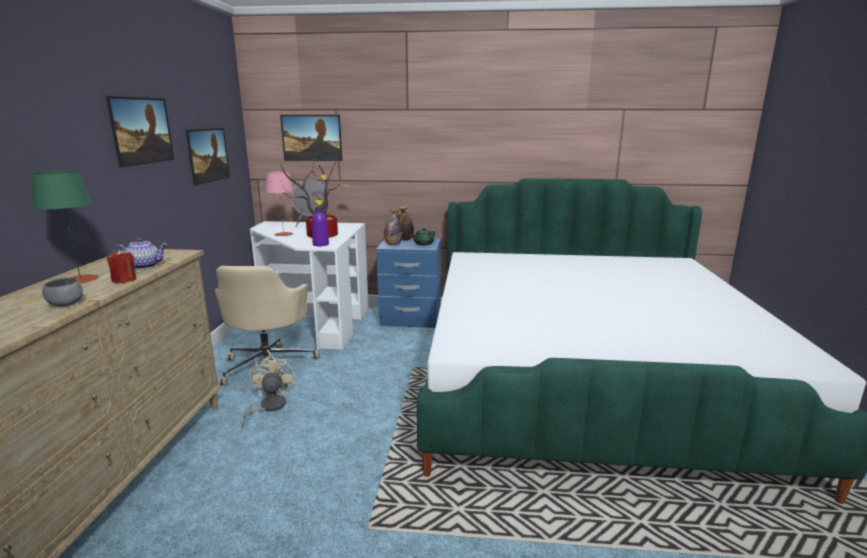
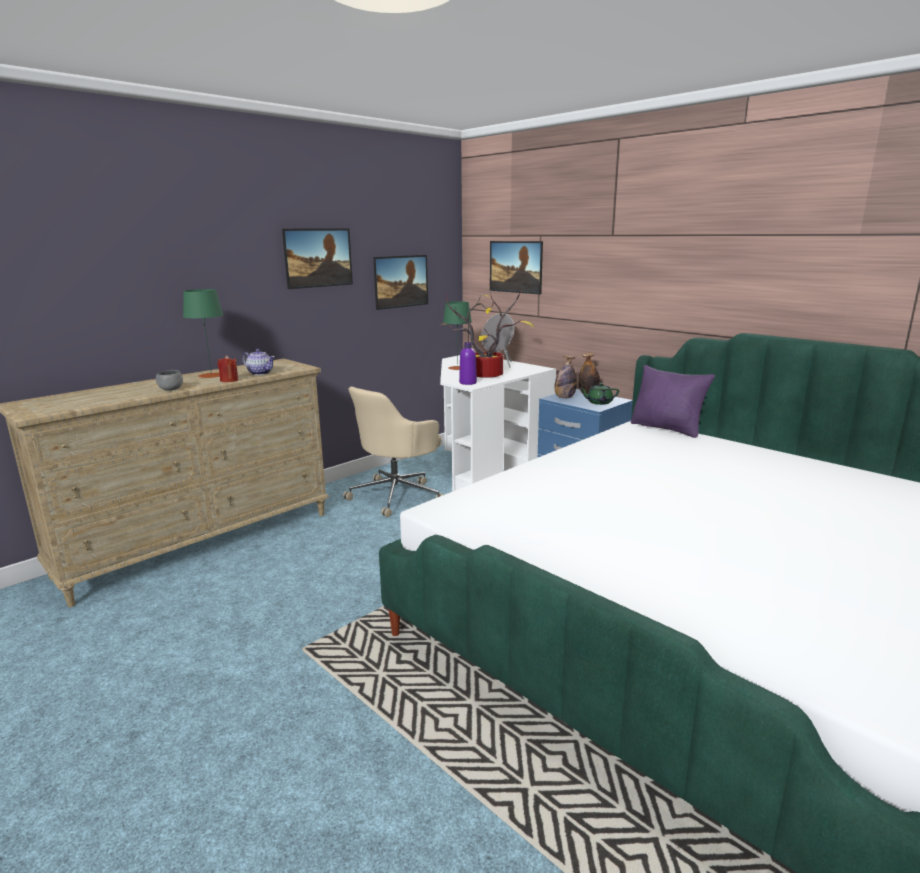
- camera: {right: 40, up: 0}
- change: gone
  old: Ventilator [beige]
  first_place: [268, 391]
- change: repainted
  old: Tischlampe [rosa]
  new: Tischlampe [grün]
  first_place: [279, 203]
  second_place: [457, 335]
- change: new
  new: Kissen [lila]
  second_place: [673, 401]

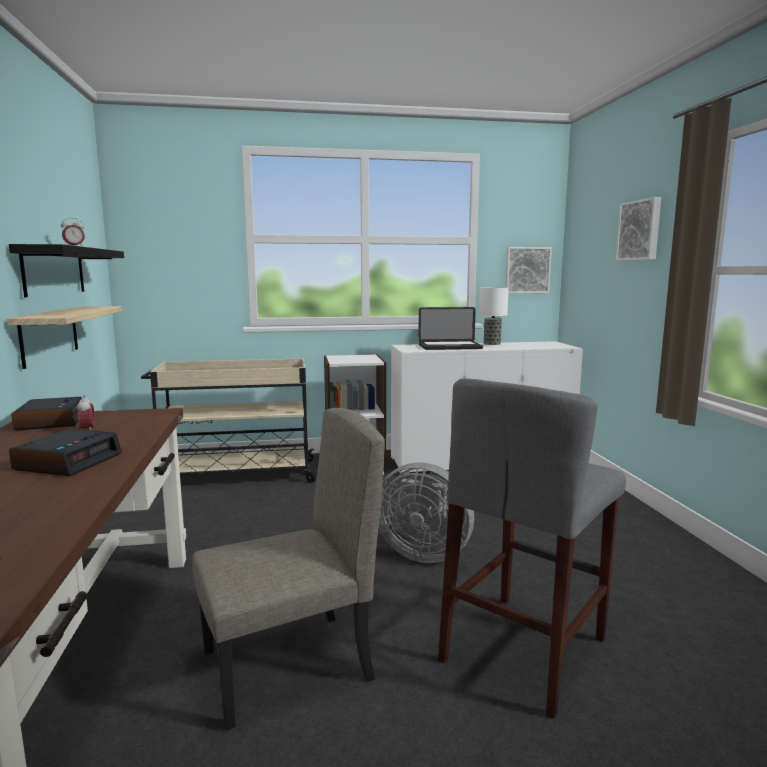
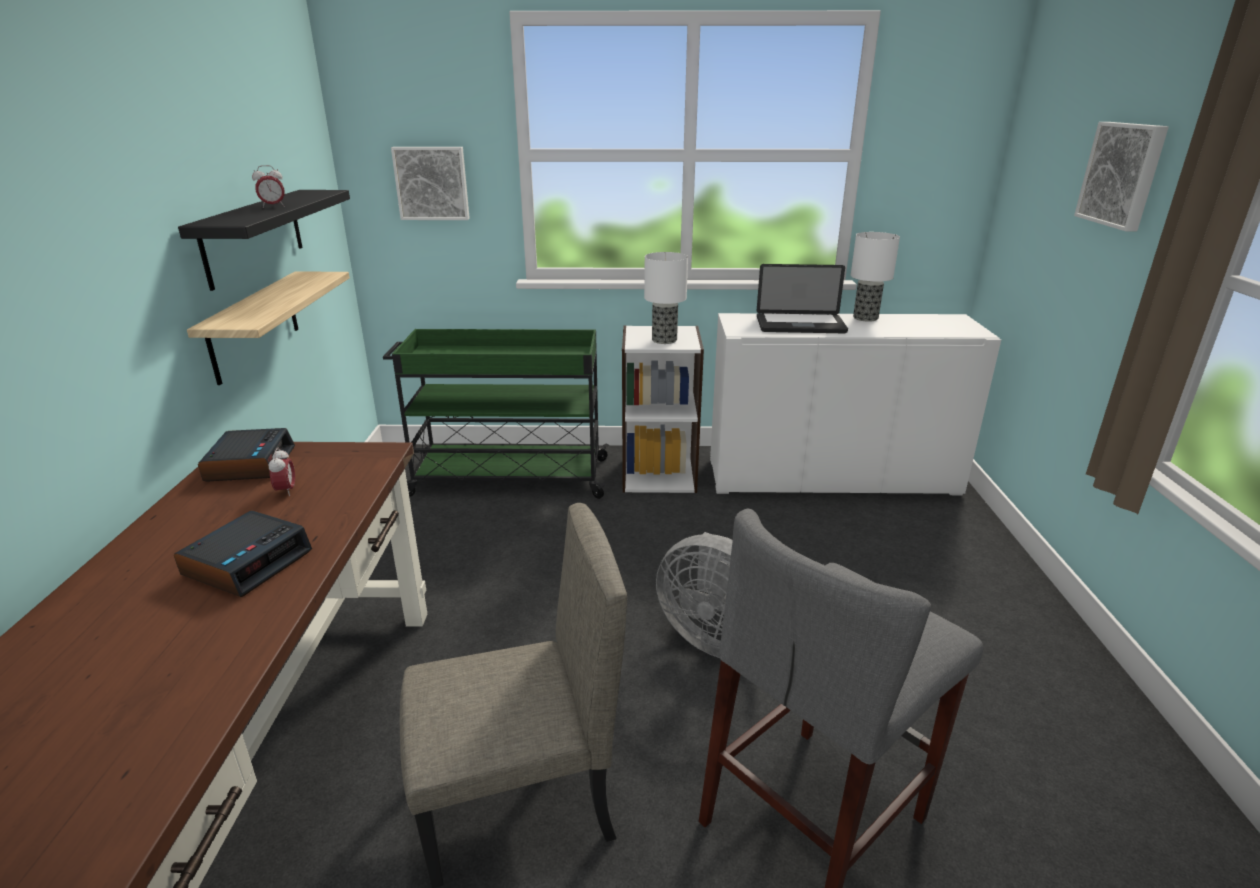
- camera: {right: 10, up: 15}
- change: repainted
  old: Rollwagen [beige]
  new: Rollwagen [grün]
  first_place: [229, 423]
  second_place: [496, 414]
- change: shifted
  old: Bild
  first_place: [528, 270]
  second_place: [430, 183]
- change: new
  new: Tischlampe
  second_place: [666, 298]

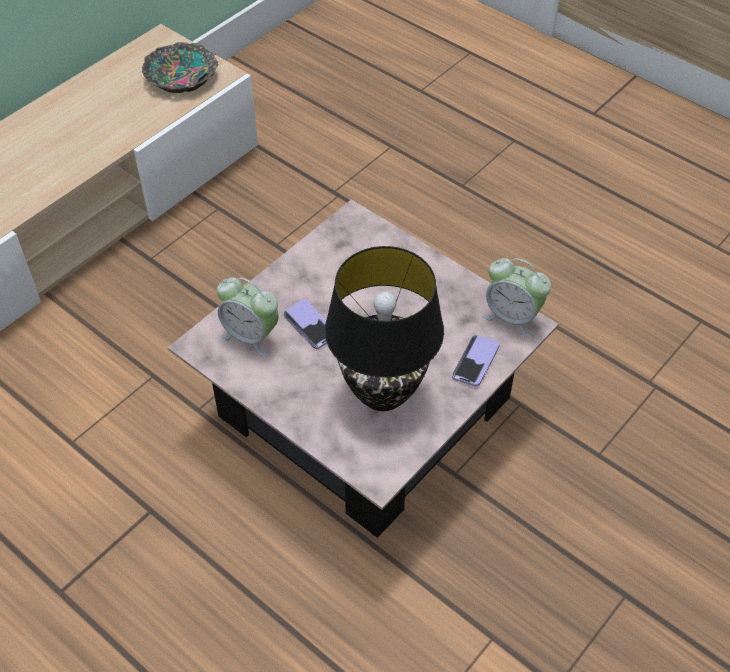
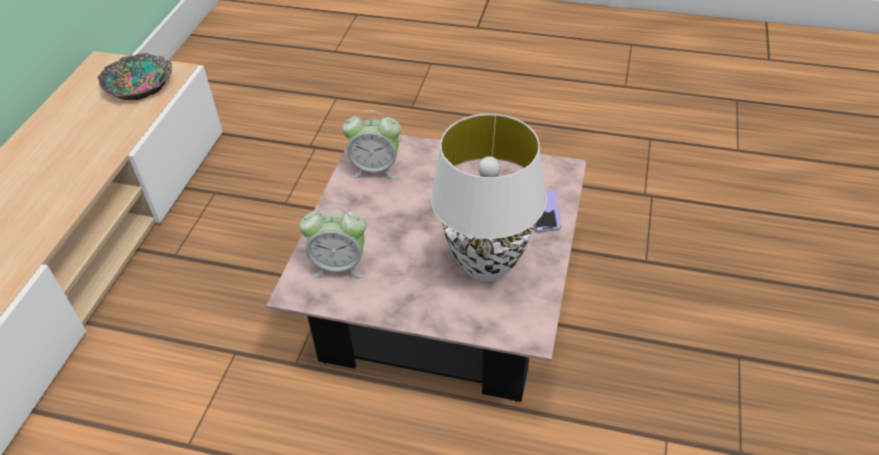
- camera: {right: -25, up: -5}
- change: gone
  old: Handy
  first_place: [305, 324]
- change: repainted
  old: Tischlampe [schwarz]
  new: Tischlampe [weiß]
  first_place: [384, 328]
  second_place: [489, 198]
- change: shifted
  old: Wecker
  first_place: [516, 298]
  second_place: [371, 144]

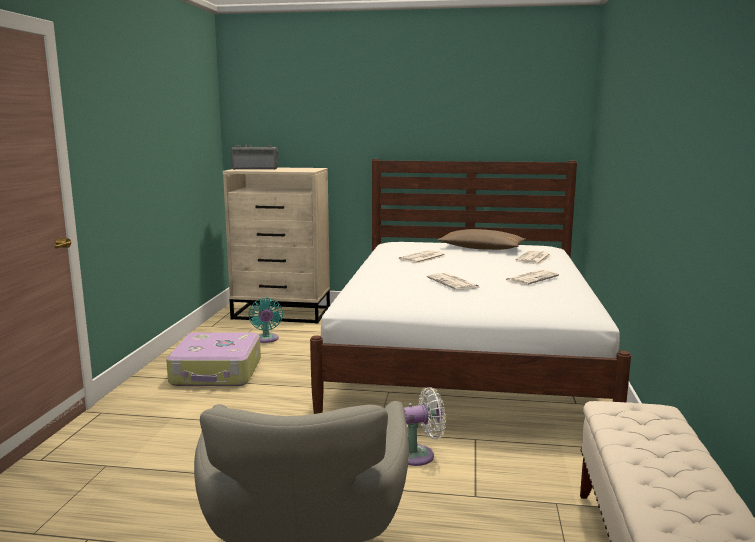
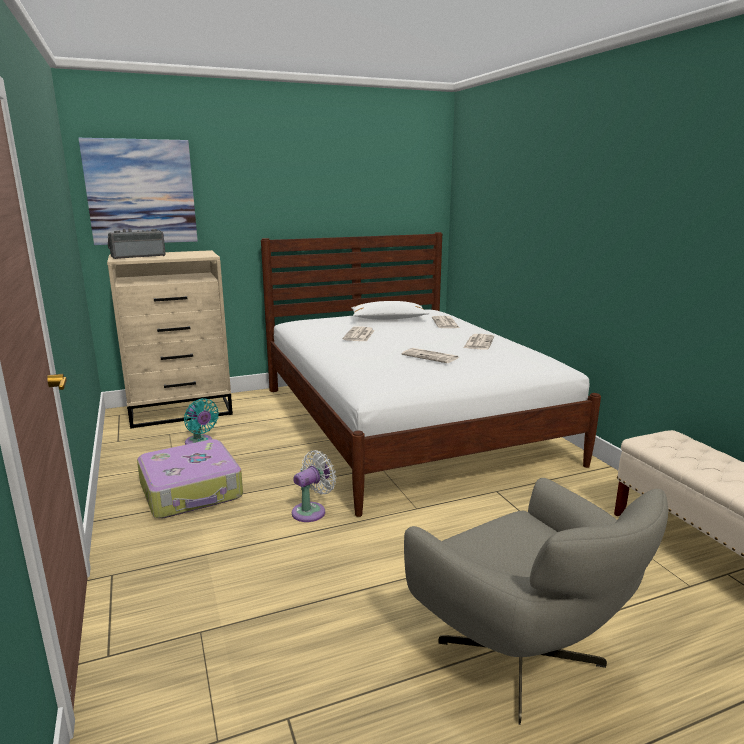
- camera: {right: -30, up: 5}
- change: shifted
  old: Ventilator [weiß]
  first_place: [425, 426]
  second_place: [314, 486]
- change: repainted
  old: Kissen [braun]
  new: Kissen [weiß]
  first_place: [481, 239]
  second_place: [390, 310]
- change: new
  new: Bild
  second_place: [138, 191]

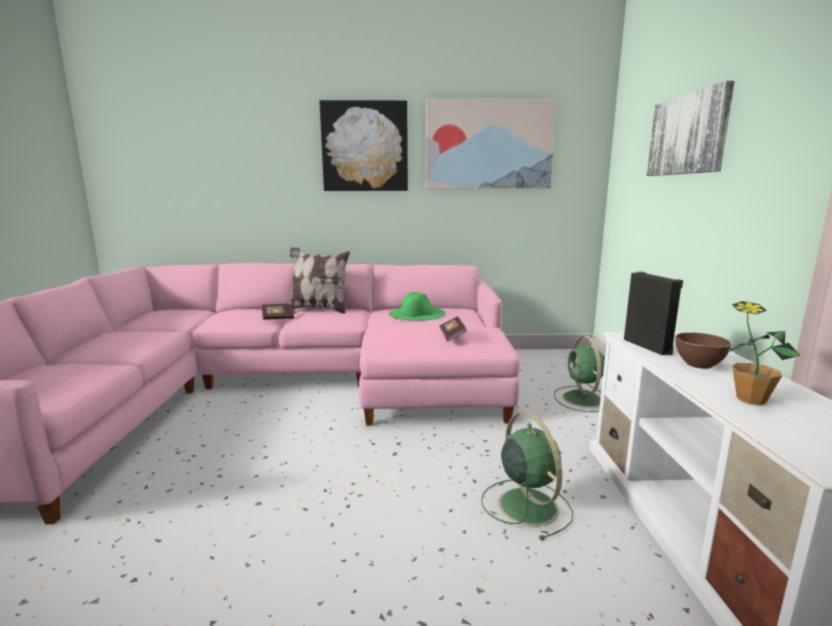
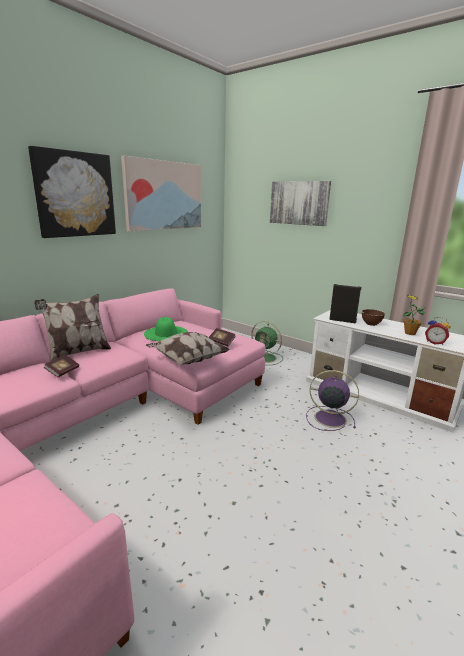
- camera: {right: -50, up: 5}
- change: repainted
  old: Ventilator [grün]
  new: Ventilator [lila]
  first_place: [527, 476]
  second_place: [332, 400]
- change: new
  new: Kissen
  second_place: [188, 348]
- change: new
  new: Wecker
  second_place: [438, 331]

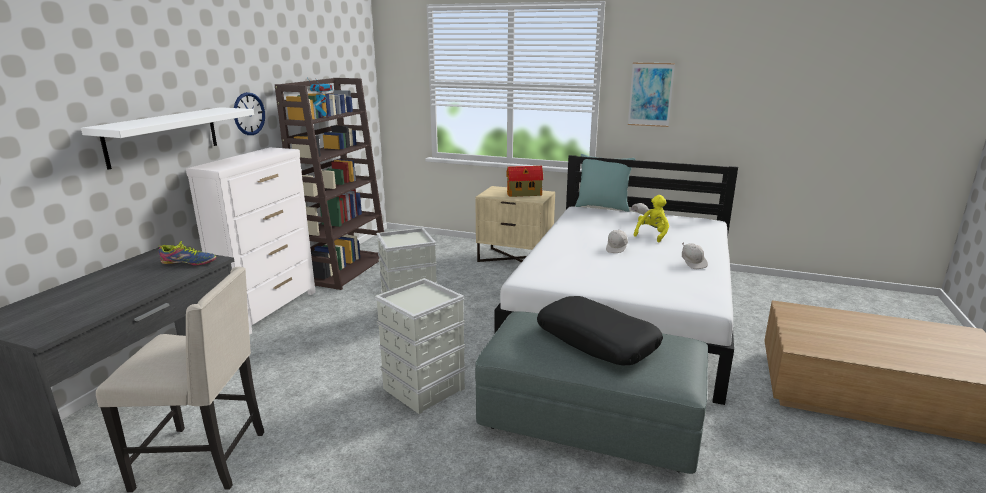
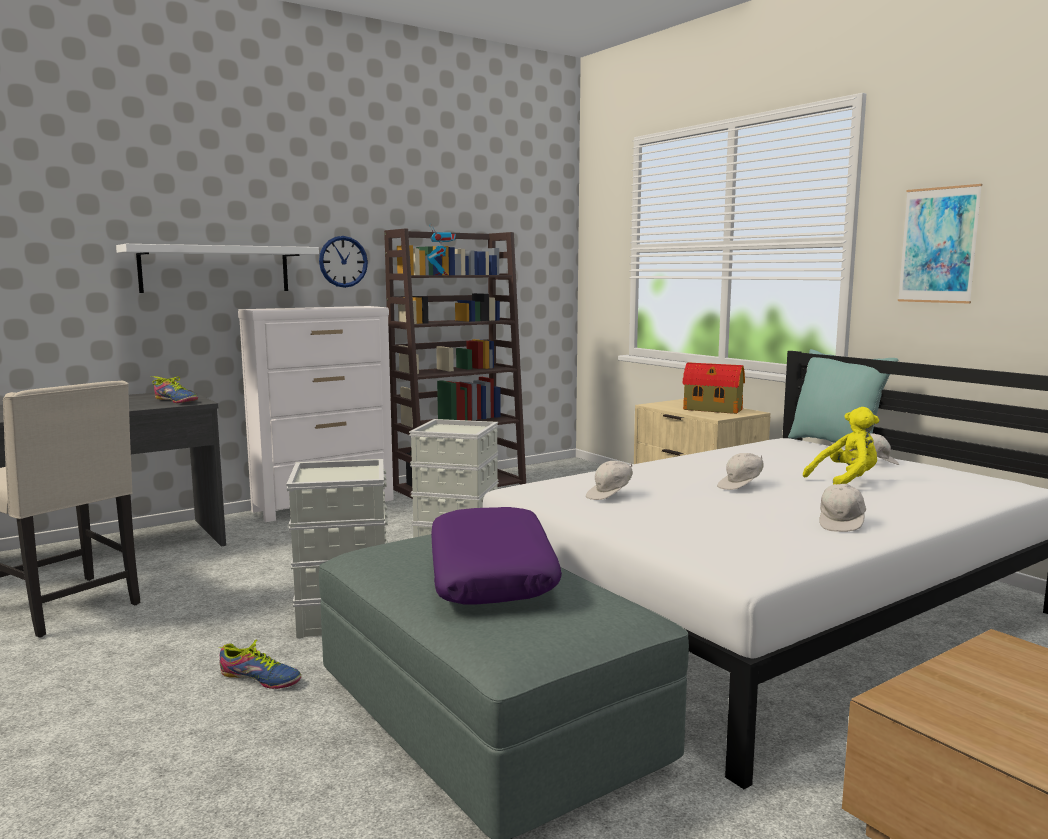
- camera: {right: 35, up: -10}
- change: repainted
  old: Kissen [schwarz]
  new: Kissen [lila]
  first_place: [600, 330]
  second_place: [496, 556]
- change: new
  new: Schuh
  second_place: [259, 664]
- change: new
  new: Kappe [weiß]
  second_place: [609, 480]

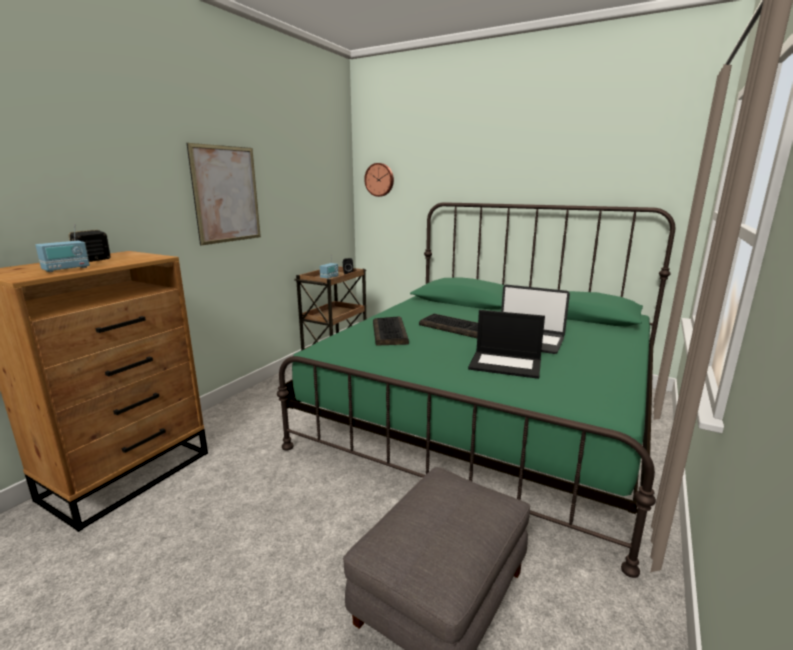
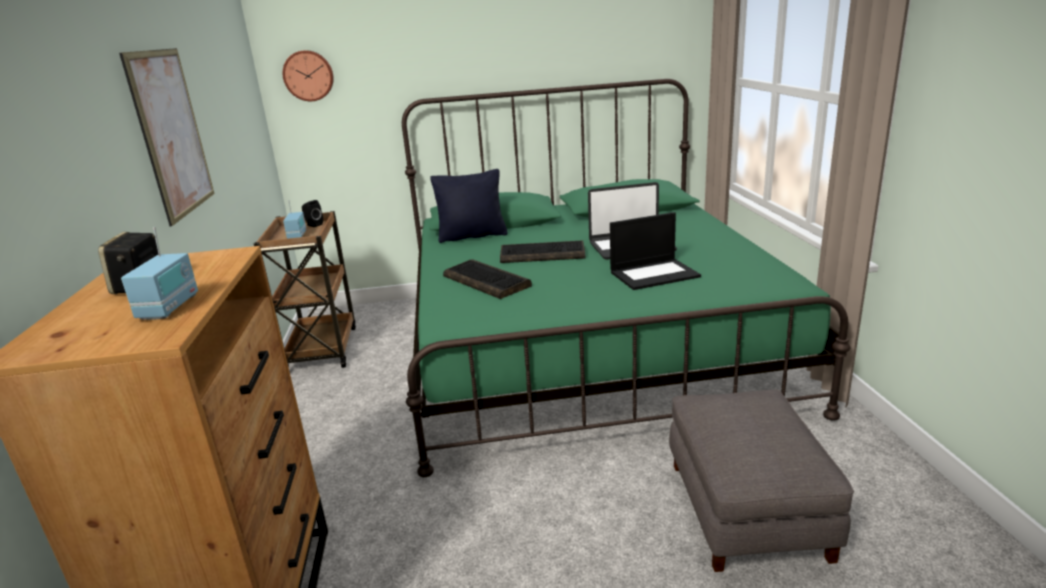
- camera: {right: -35, up: 5}
- change: new
  new: Kissen [schwarz]
  second_place: [469, 206]

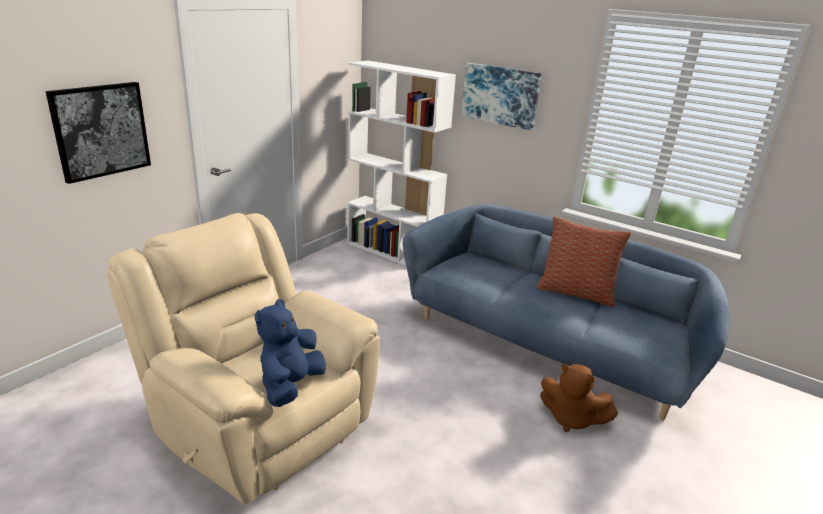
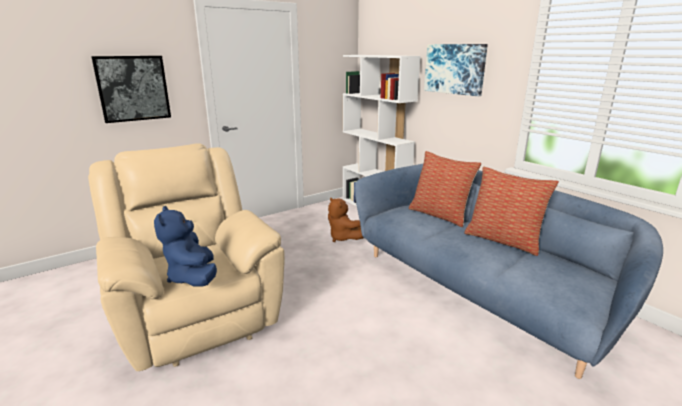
- camera: {right: 20, up: -5}
- change: rotated
  old: Plüschtier [blau]
  first_place: [290, 353]
  second_place: [185, 246]
  degrees: -60
- change: shifted
  old: Plüschtier [braun]
  first_place: [579, 398]
  second_place: [345, 219]
- change: new
  new: Kissen
  second_place: [445, 189]

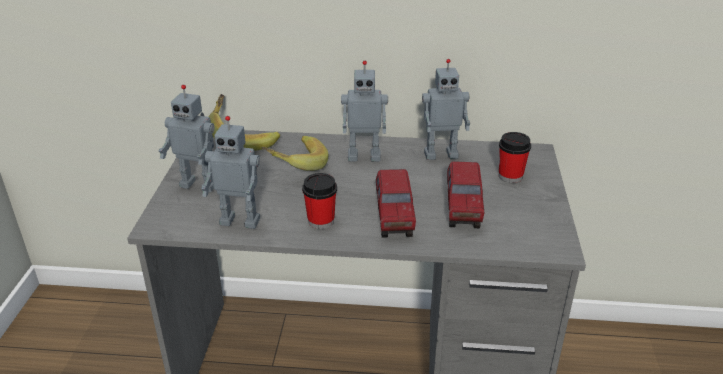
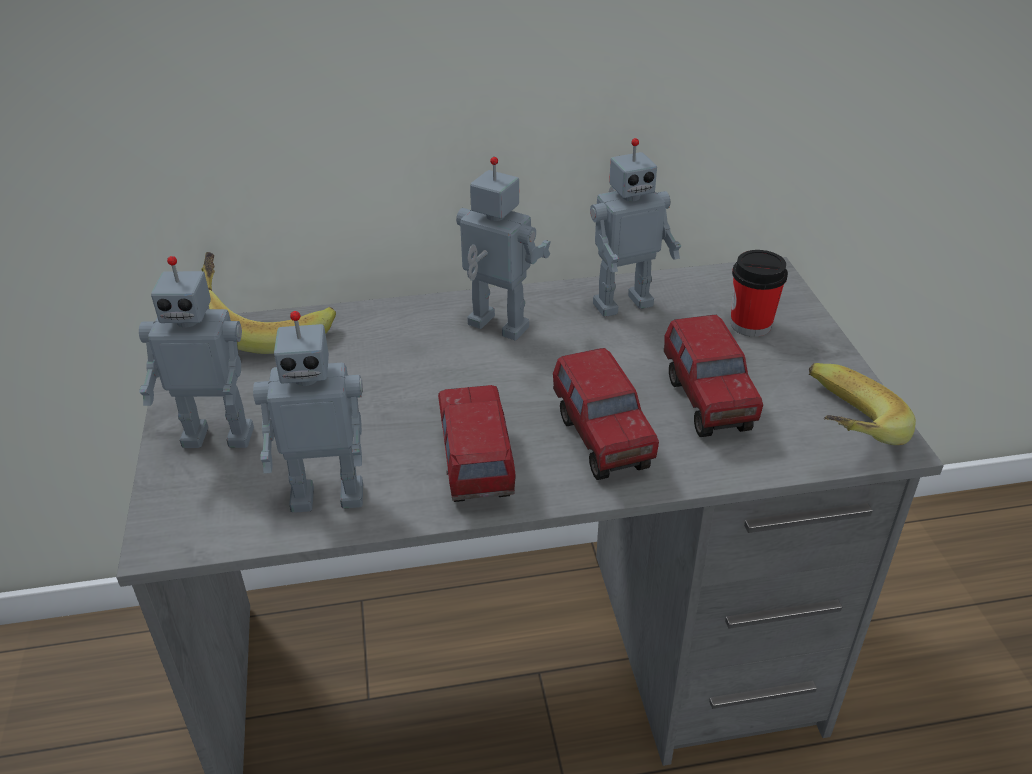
- camera: {right: -15, up: 5}
- change: shifted
  old: Banane
  first_place: [294, 153]
  second_place: [862, 404]
- change: swapped
  old: Tasse
  new: Spielzeuglaster
  first_place: [319, 201]
  second_place: [477, 443]
- change: rotated
  old: Spielzeugroboter
  first_place: [364, 111]
  second_place: [503, 249]
  degrees: -135

